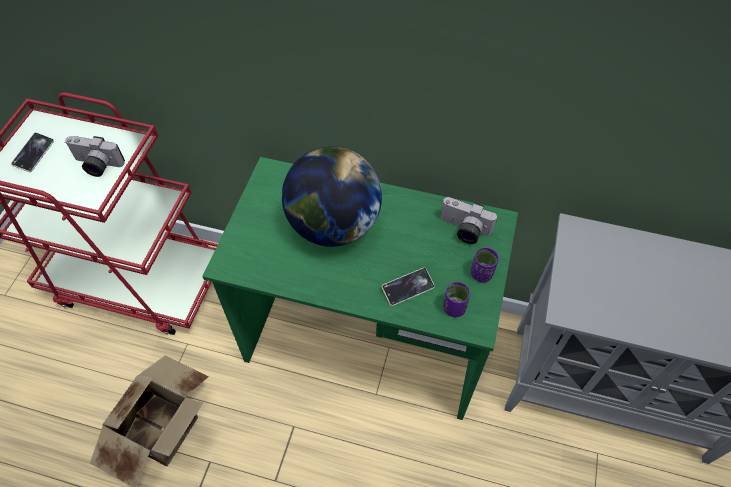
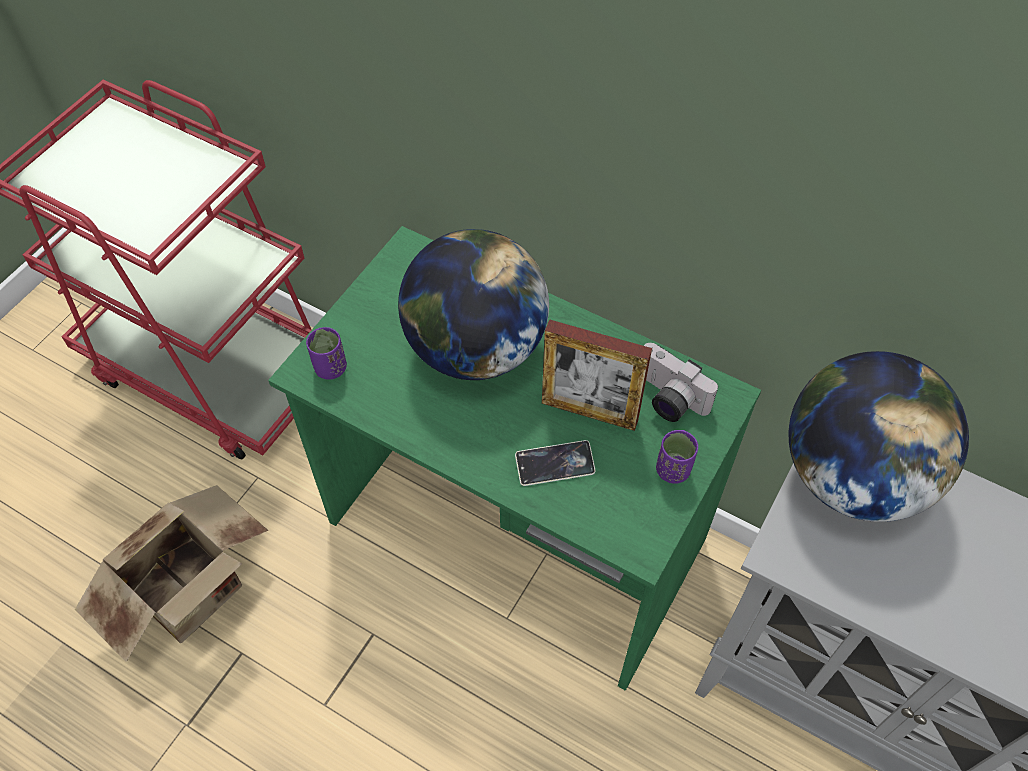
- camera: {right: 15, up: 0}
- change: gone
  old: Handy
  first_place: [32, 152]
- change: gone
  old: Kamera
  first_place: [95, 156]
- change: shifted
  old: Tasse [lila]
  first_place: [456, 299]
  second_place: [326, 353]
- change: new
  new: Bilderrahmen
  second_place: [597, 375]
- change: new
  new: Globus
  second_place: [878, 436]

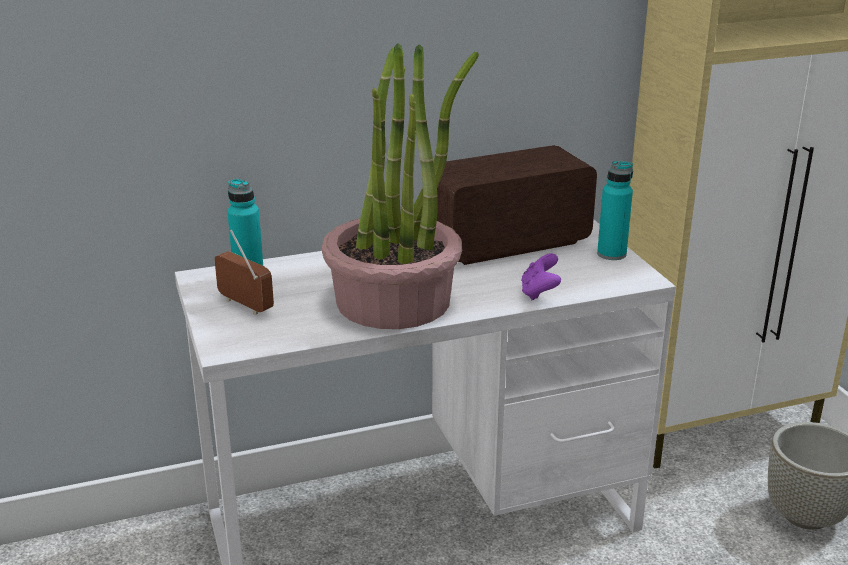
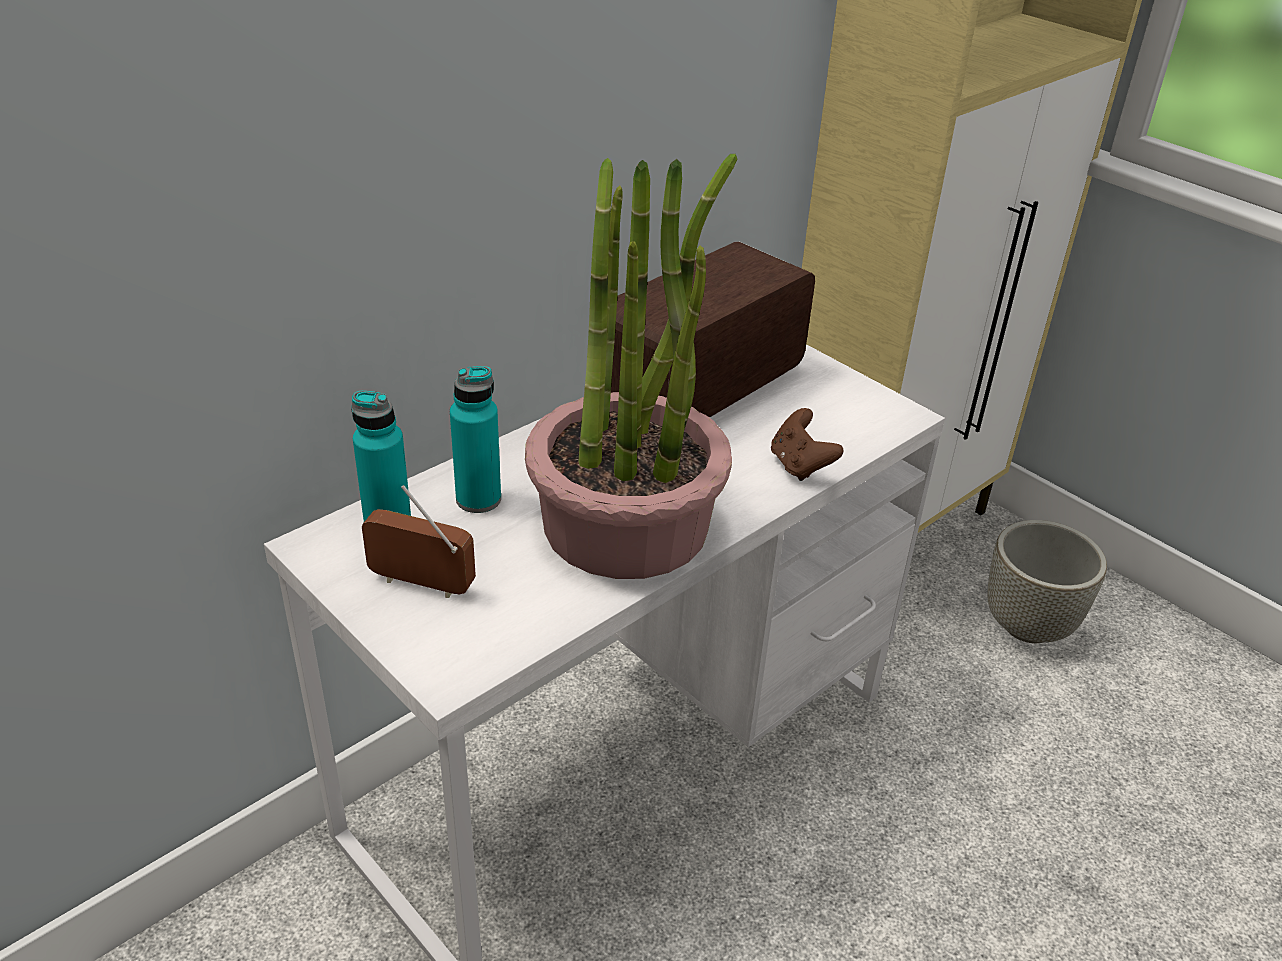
- camera: {right: -25, up: 10}
- change: repainted
  old: Gamepad [lila]
  new: Gamepad [braun]
  first_place: [541, 276]
  second_place: [807, 444]
- change: shifted
  old: Flasche [türkis]
  first_place: [615, 210]
  second_place: [475, 439]

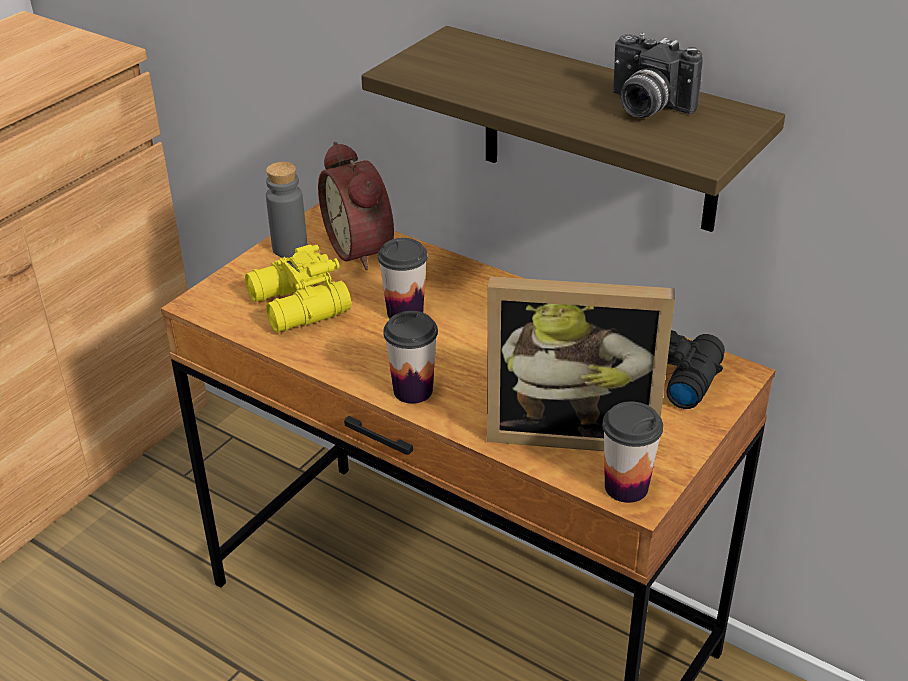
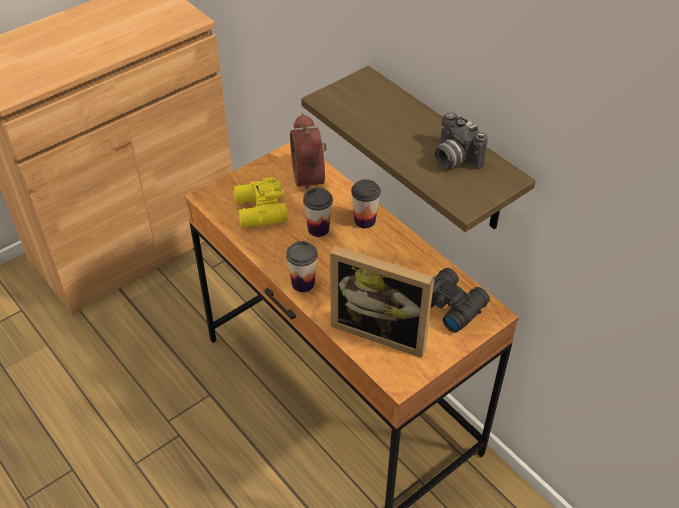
- camera: {right: 15, up: 10}
- change: gone
  old: Flasche [grau]
  first_place: [286, 210]
- change: shifted
  old: Tasse
  first_place: [632, 452]
  second_place: [366, 203]

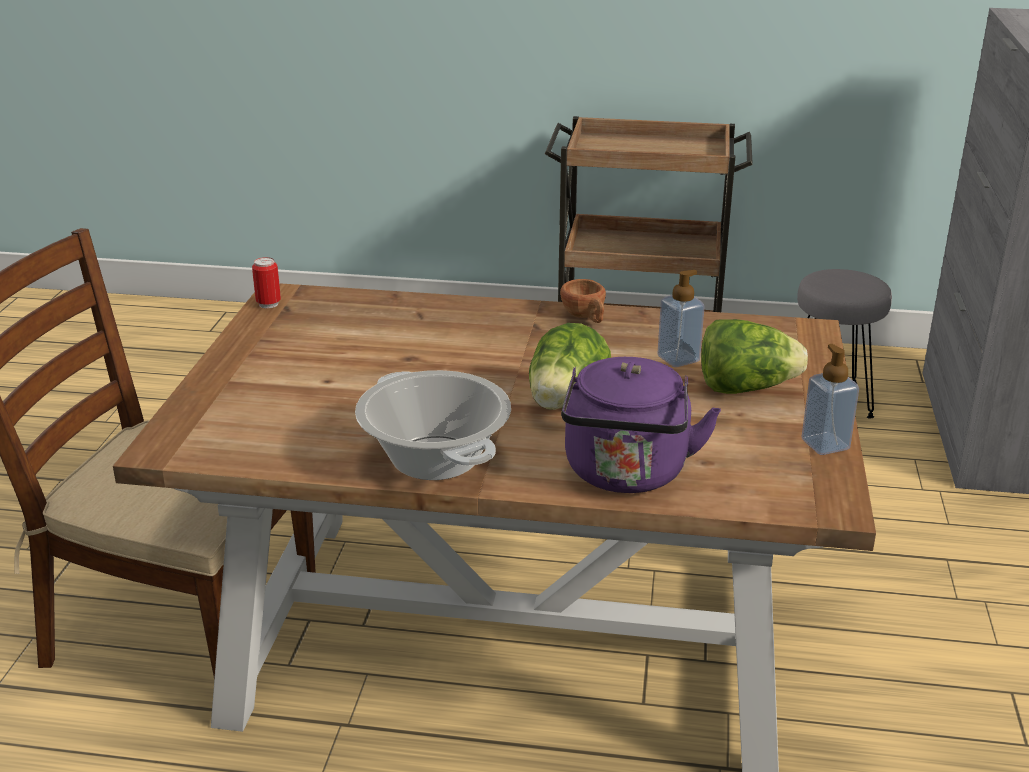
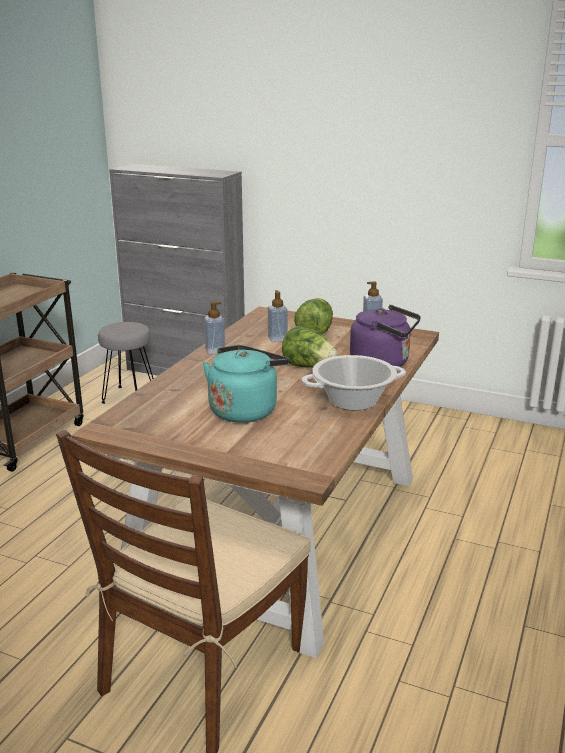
- camera: {right: -75, up: -5}
- change: gone
  old: Dose
  first_place: [266, 282]
- change: swapped
  old: Tasse [braun]
  new: Seifenspender
  first_place: [583, 301]
  second_place: [214, 328]
- change: new
  new: Wasserkessel [türkis]
  second_place: [246, 384]

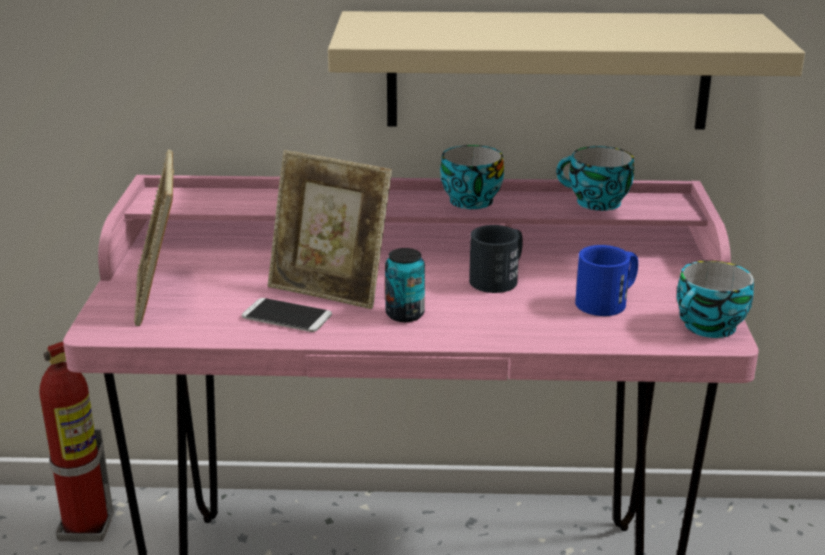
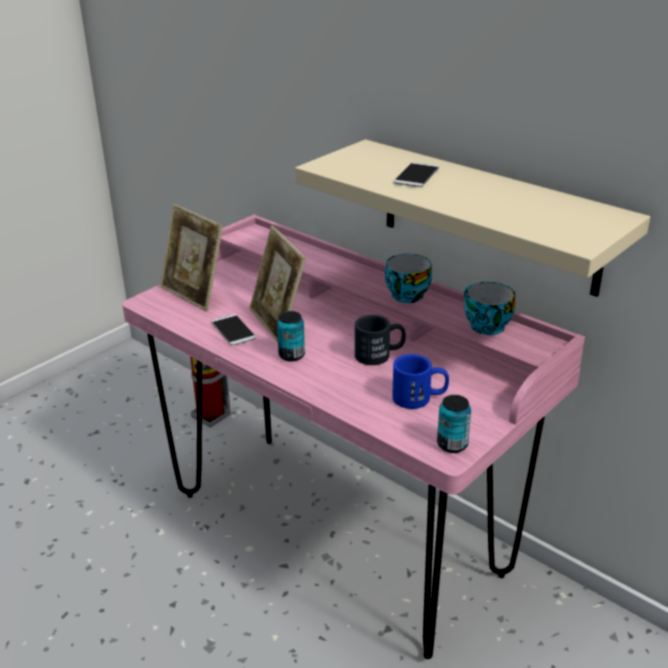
- camera: {right: 40, up: 5}
- change: rotated
  old: Bilderrahmen
  first_place: [154, 237]
  second_place: [191, 257]
  degrees: -75
- change: swapped
  old: Tasse
  new: Dose
  first_place: [715, 299]
  second_place: [454, 424]
- change: new
  new: Handy
  second_place: [416, 174]

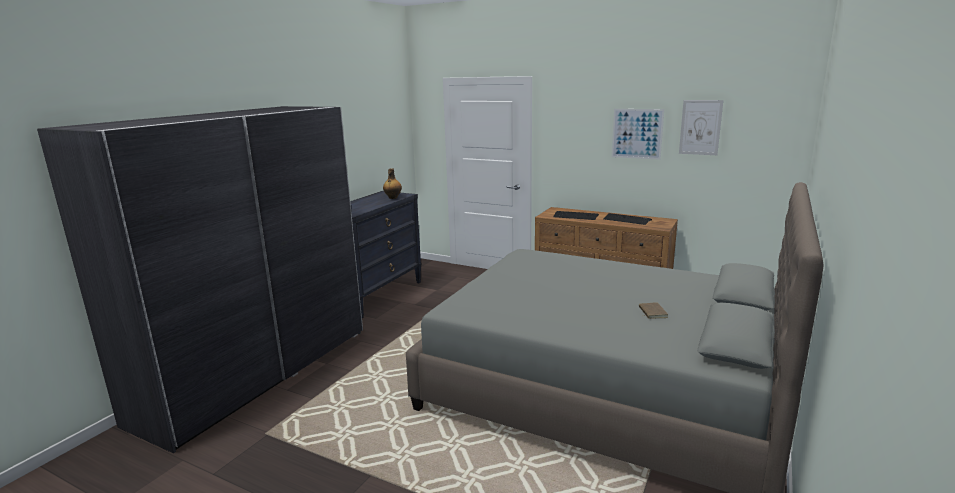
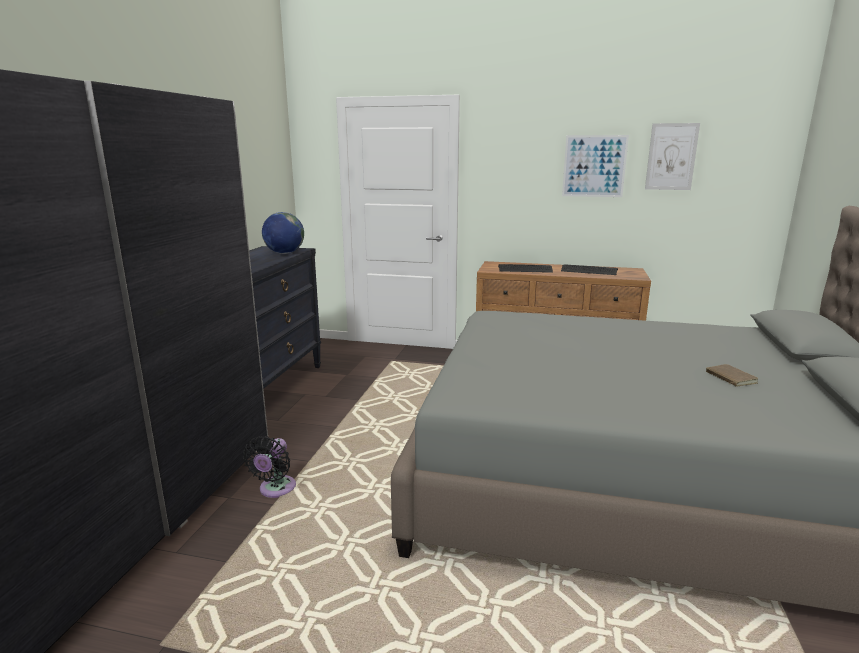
- camera: {right: -15, up: 0}
- change: swapped
  old: Flasche
  new: Globus
  first_place: [392, 184]
  second_place: [283, 233]
- change: new
  new: Ventilator [schwarz]
  second_place: [269, 467]

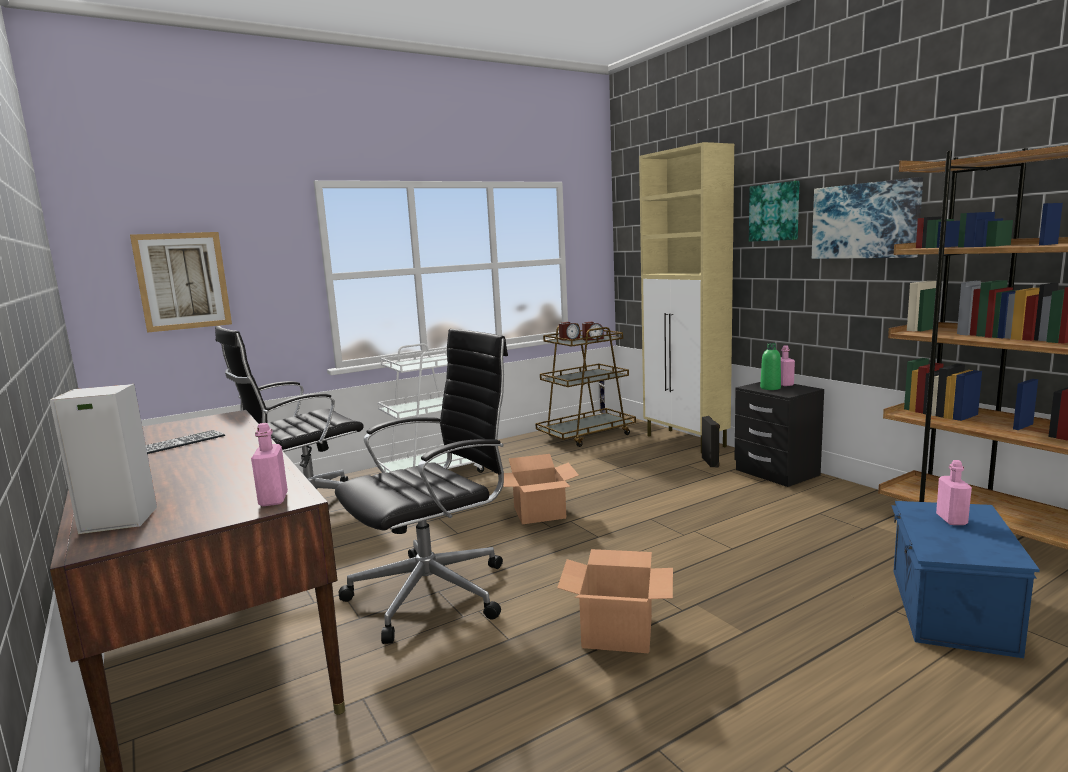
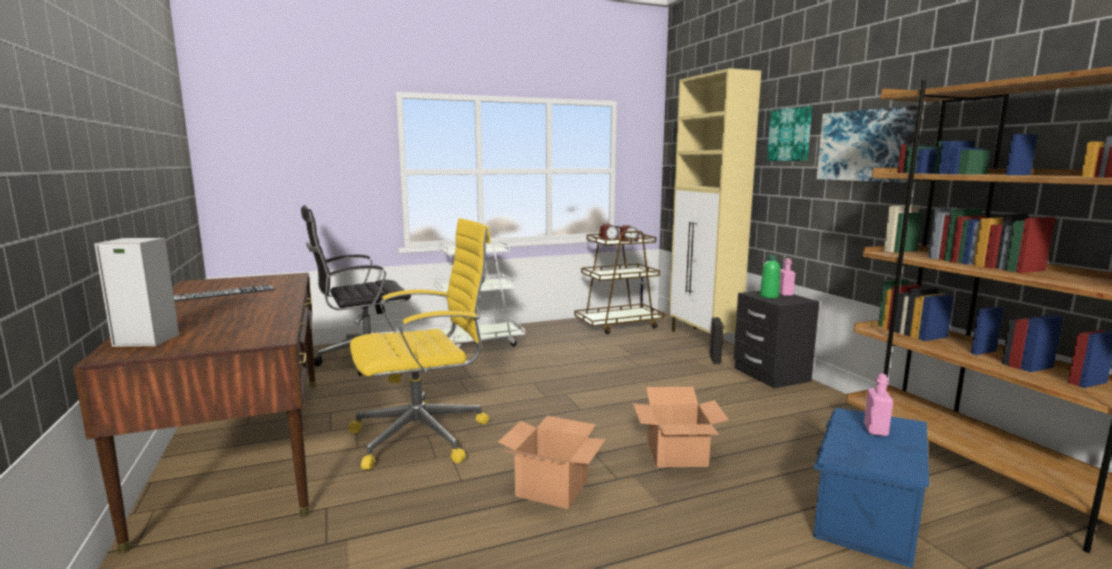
- camera: {right: 10, up: 0}
- change: gone
  old: Bild
  first_place: [181, 282]
- change: gone
  old: Flasche [rosa]
  first_place: [269, 464]
- change: repainted
  old: Bürostuhl [schwarz]
  new: Bürostuhl [gelb]
  first_place: [421, 486]
  second_place: [419, 344]
- change: shifted
  old: Karton
  first_place: [541, 489]
  second_place: [681, 427]

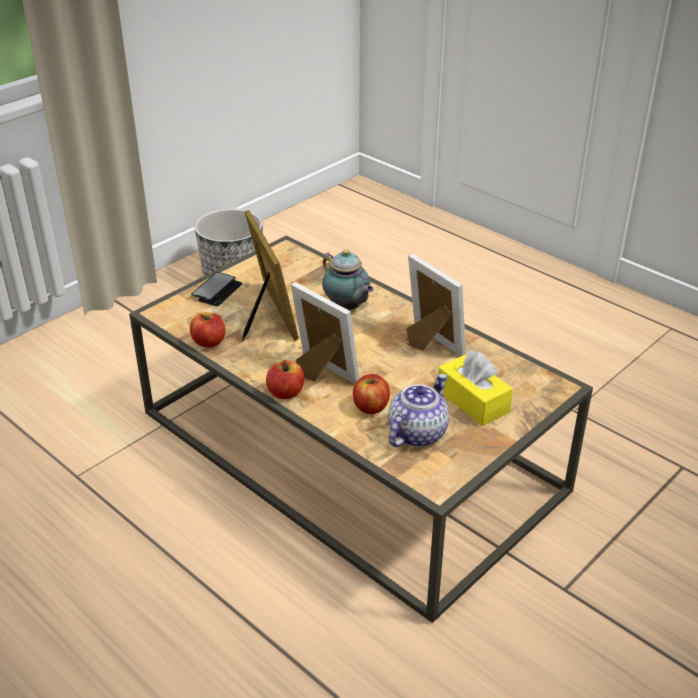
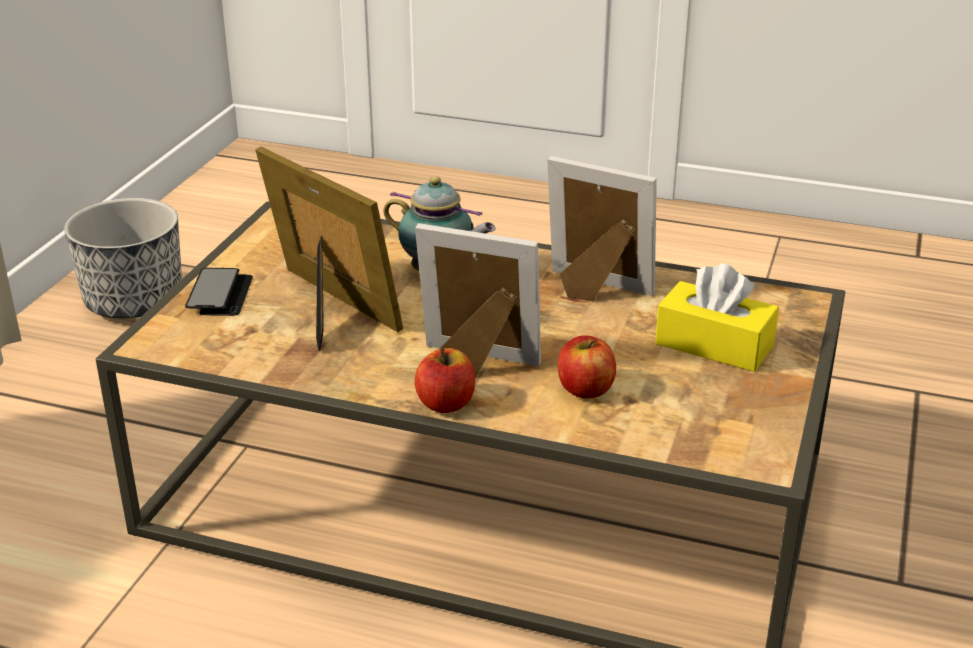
- camera: {right: -25, up: -5}
- change: gone
  old: Apfel
  first_place: [207, 330]
- change: gone
  old: Teekanne
  first_place: [418, 410]

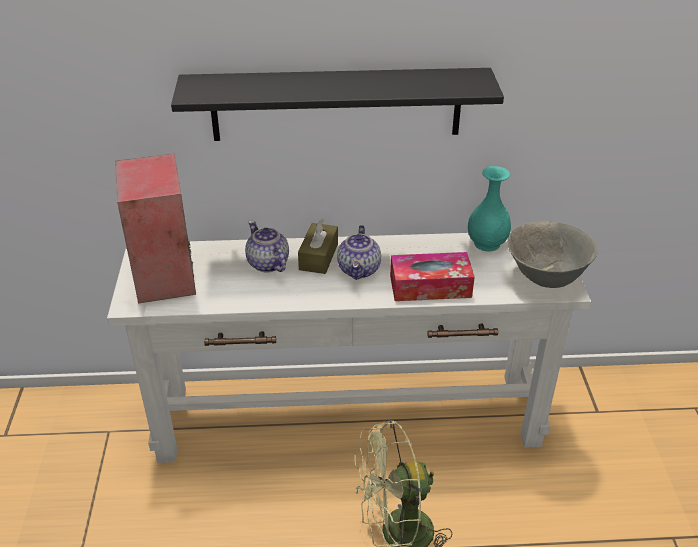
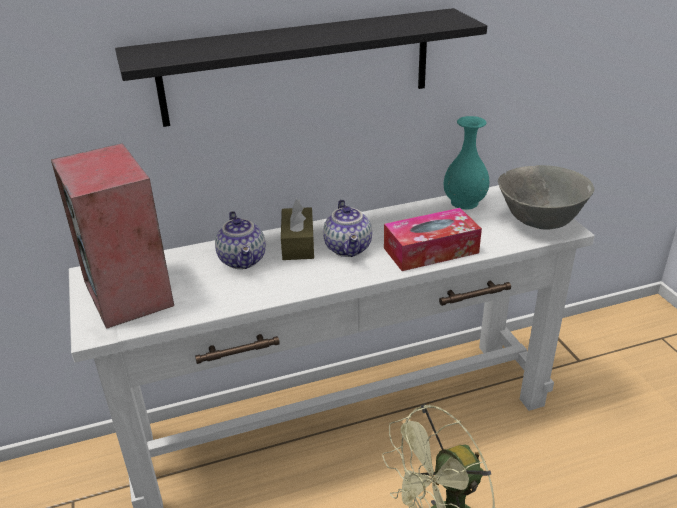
- camera: {right: -15, up: -5}
- change: rotated
  old: Teekanne
  first_place: [267, 246]
  second_place: [240, 240]
  degrees: -150

